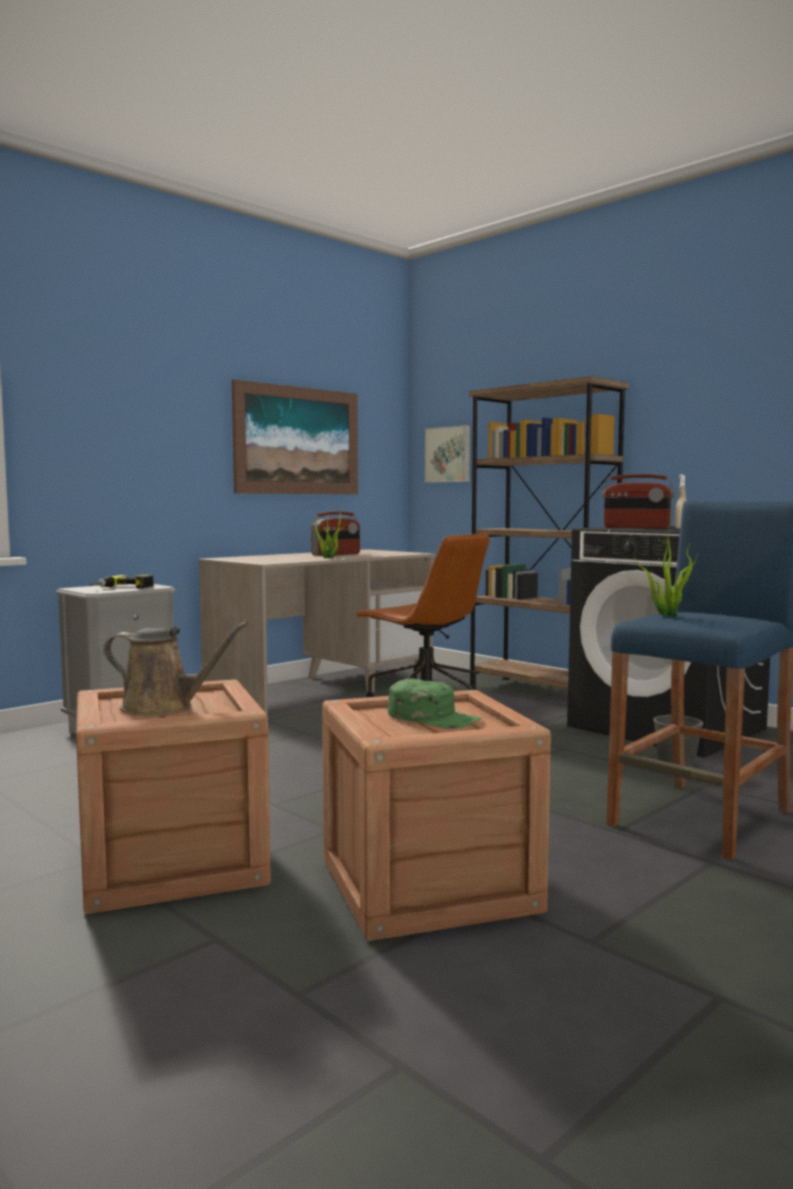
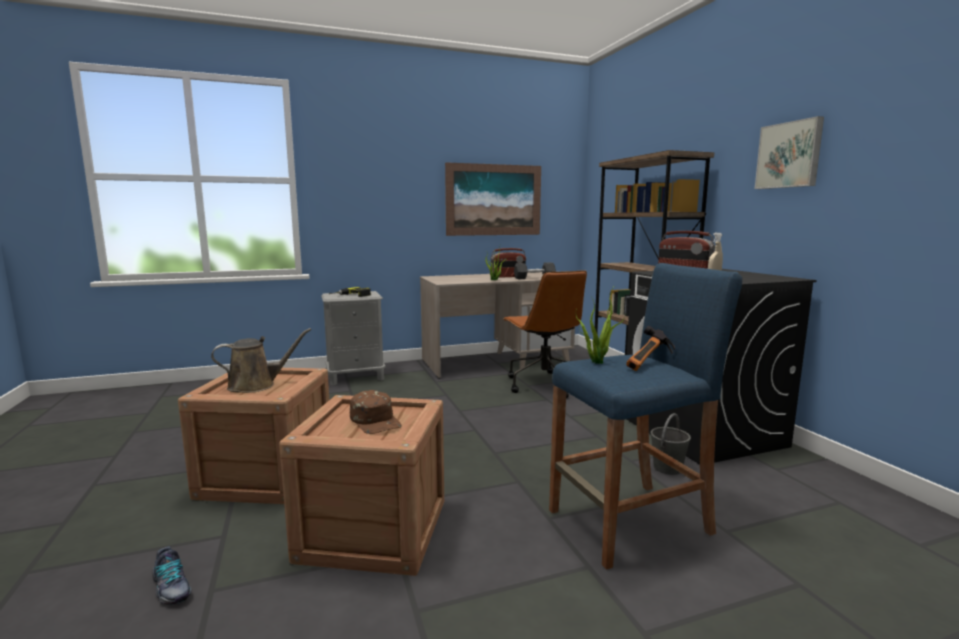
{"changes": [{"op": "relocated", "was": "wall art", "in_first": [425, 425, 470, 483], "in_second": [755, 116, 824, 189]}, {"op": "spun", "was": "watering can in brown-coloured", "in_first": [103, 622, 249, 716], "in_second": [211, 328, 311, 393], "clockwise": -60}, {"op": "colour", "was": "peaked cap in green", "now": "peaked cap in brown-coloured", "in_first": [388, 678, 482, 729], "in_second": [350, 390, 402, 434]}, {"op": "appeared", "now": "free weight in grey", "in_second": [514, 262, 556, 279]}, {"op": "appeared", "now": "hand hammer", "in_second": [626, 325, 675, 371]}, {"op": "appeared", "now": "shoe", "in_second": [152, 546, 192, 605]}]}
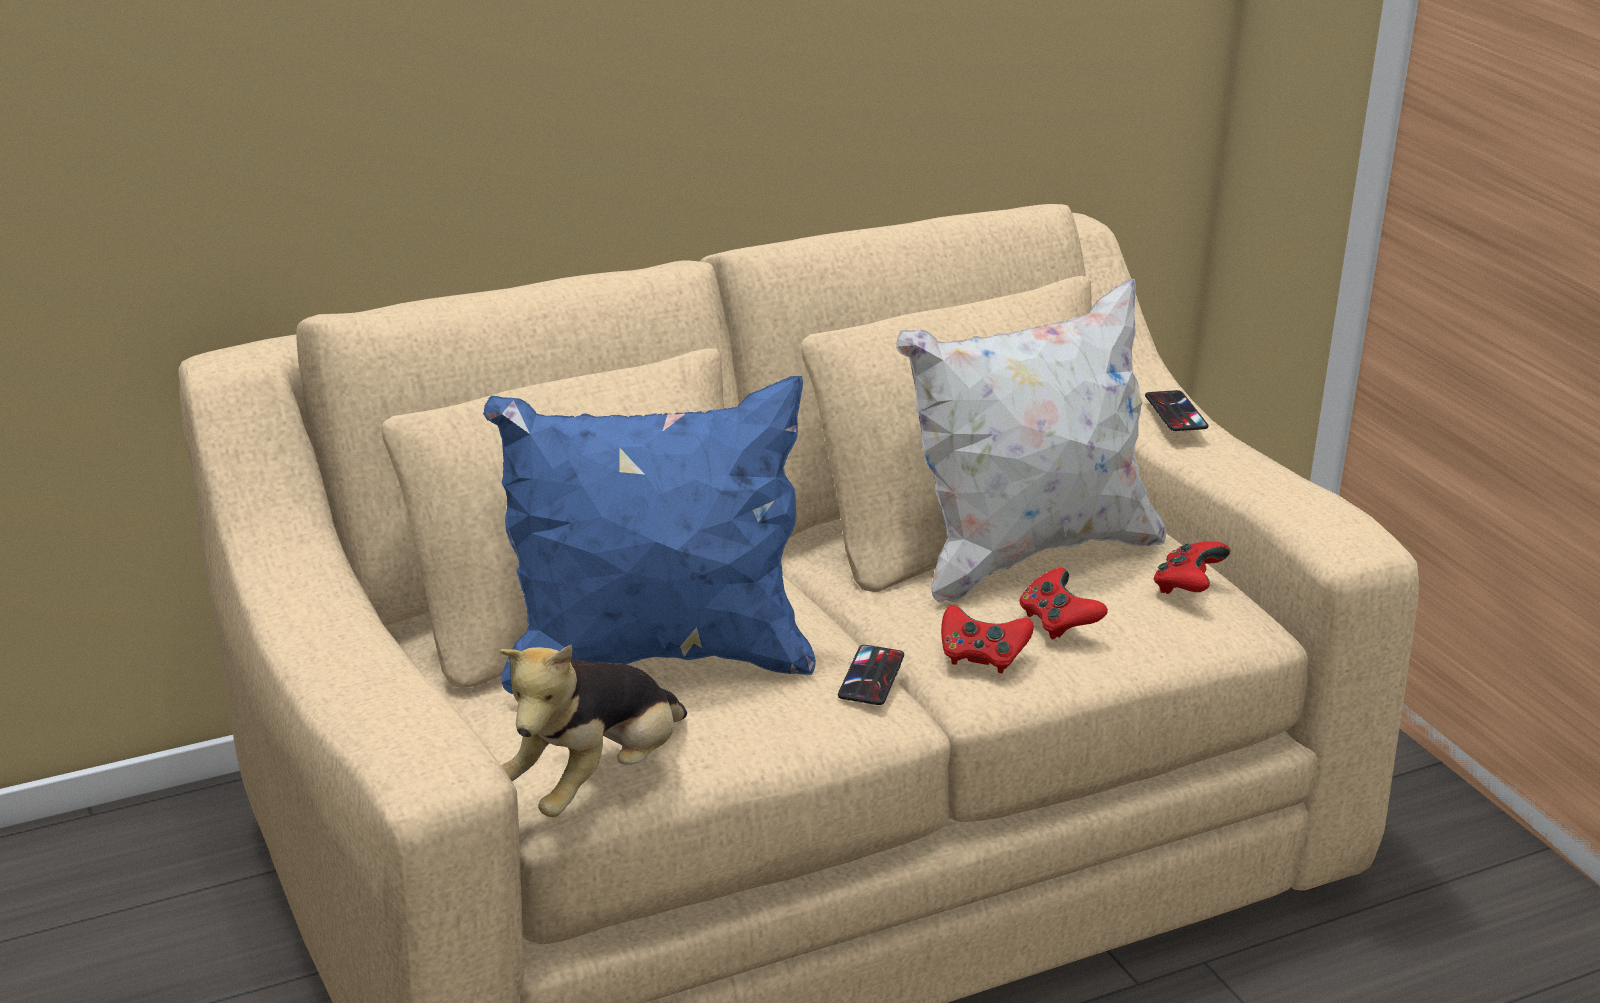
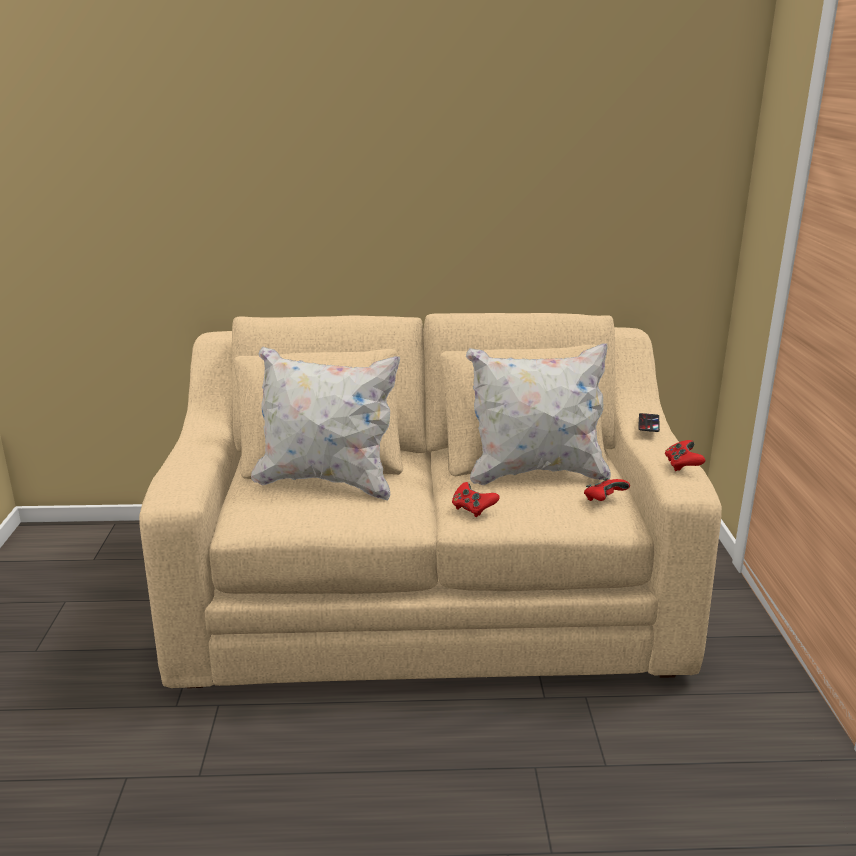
{"changes": [{"op": "colour", "was": "throw pillow in blue-coloured", "now": "throw pillow in white-coloured", "in_first": [483, 376, 816, 694], "in_second": [251, 347, 400, 500]}, {"op": "relocated", "was": "joypad in red-coloured", "in_first": [1019, 568, 1108, 640], "in_second": [665, 440, 706, 471]}, {"op": "missing", "was": "soft toy", "in_first": [500, 645, 687, 817]}, {"op": "missing", "was": "telephone", "in_first": [838, 645, 904, 705]}]}
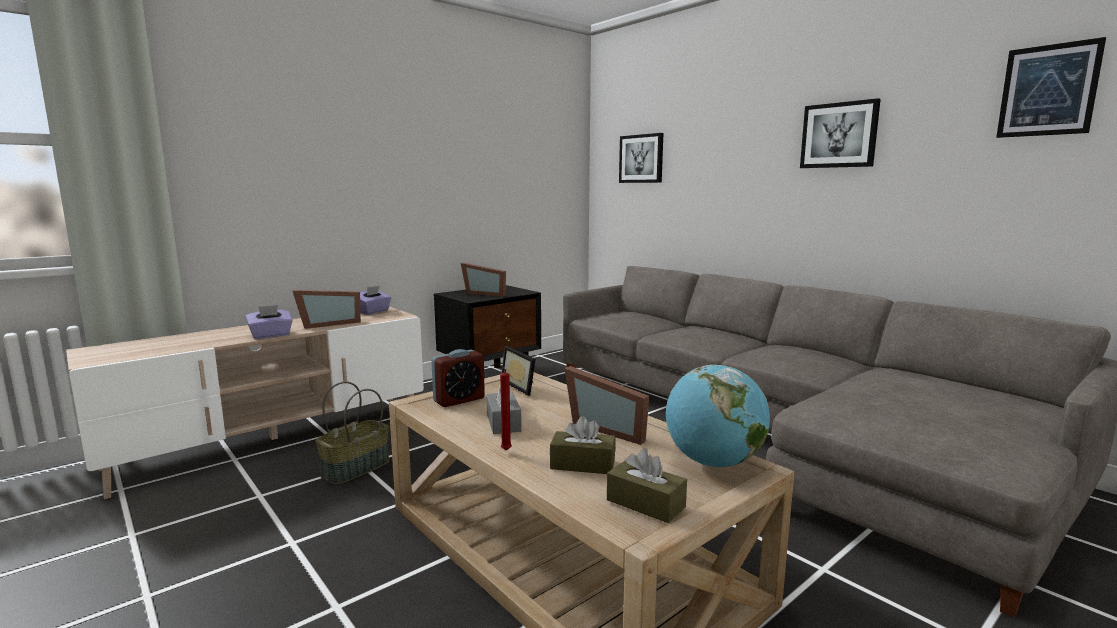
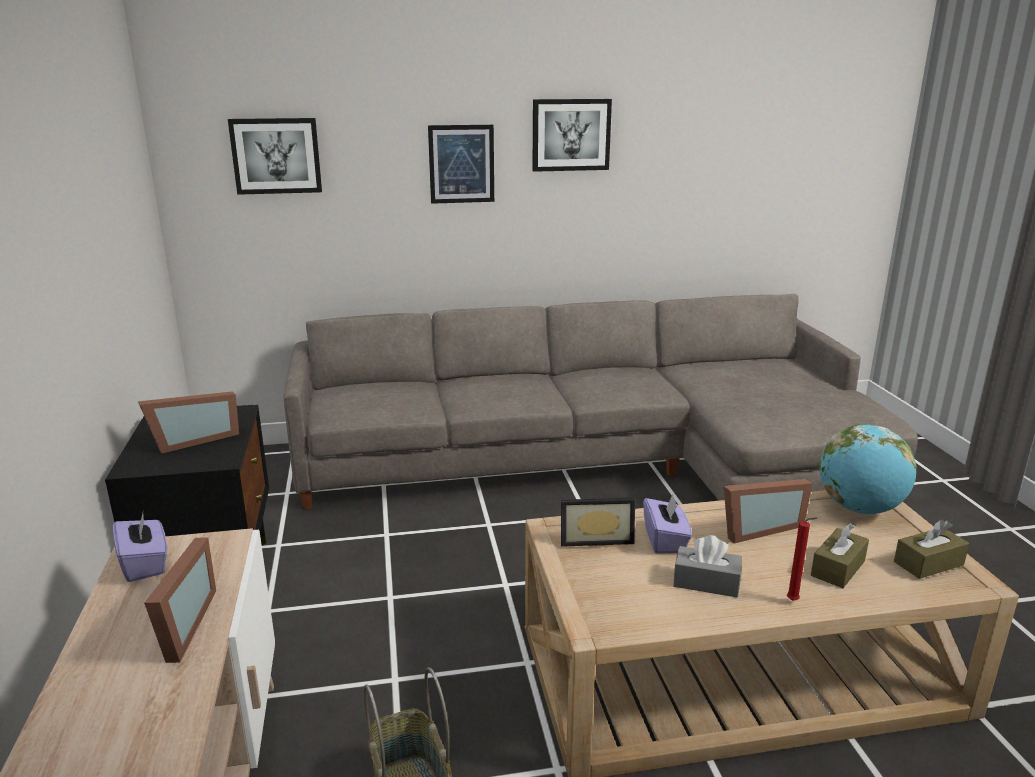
{"changes": [{"op": "relocated", "was": "wall art", "in_first": [996, 37, 1106, 138], "in_second": [428, 125, 494, 204]}, {"op": "relocated", "was": "tissue holder in purplish", "in_first": [245, 305, 293, 339], "in_second": [643, 495, 692, 554]}, {"op": "missing", "was": "table clock", "in_first": [431, 349, 485, 407]}]}
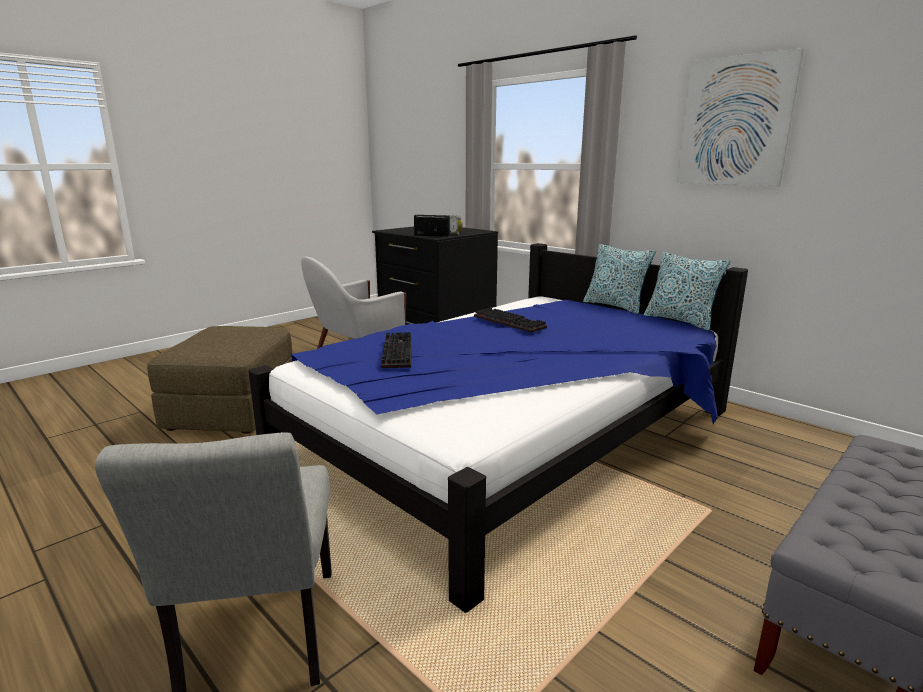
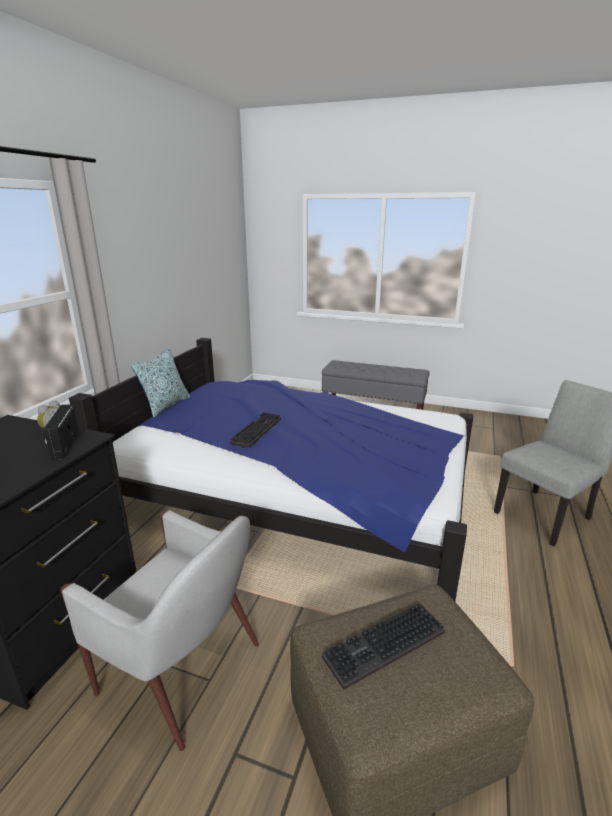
{"changes": [{"op": "missing", "was": "wall art", "in_first": [677, 48, 804, 186]}, {"op": "missing", "was": "throw pillow", "in_first": [644, 252, 731, 331]}, {"op": "relocated", "was": "PC keyboard", "in_first": [381, 332, 412, 368], "in_second": [322, 603, 445, 690]}]}
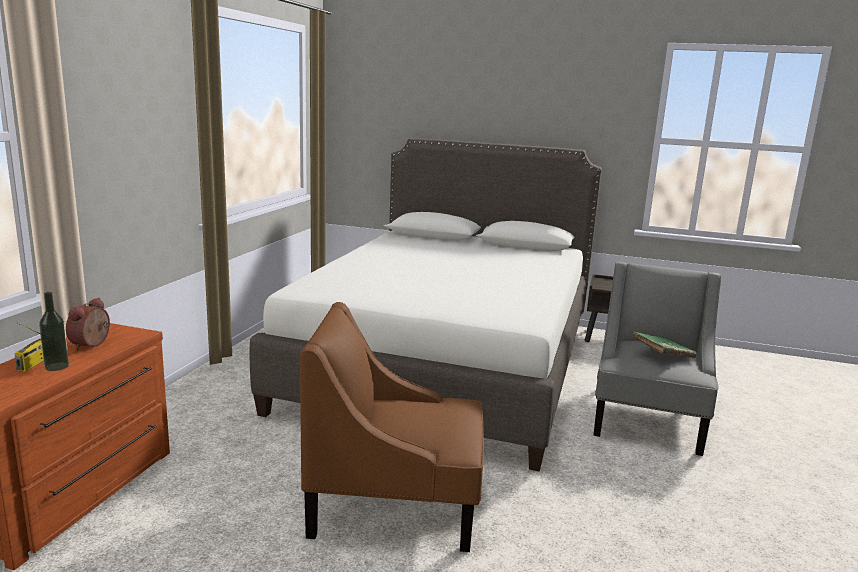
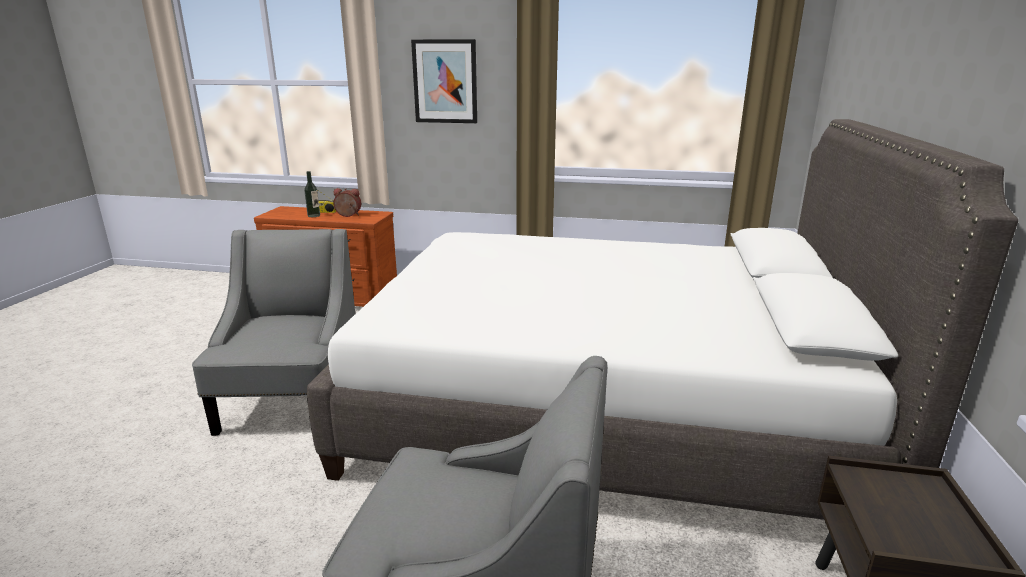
{"changes": [{"op": "colour", "was": "armchair in brown-coloured", "now": "armchair in grey", "in_first": [300, 302, 484, 552], "in_second": [192, 229, 355, 436]}, {"op": "missing", "was": "book in green", "in_first": [633, 332, 696, 358]}, {"op": "appeared", "now": "wall art", "in_second": [411, 39, 477, 123]}]}
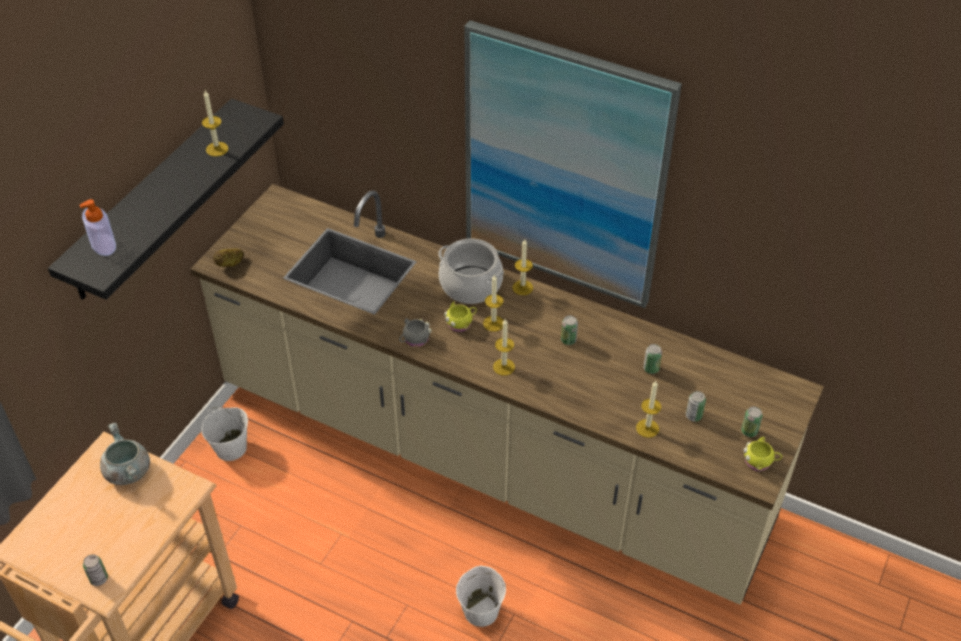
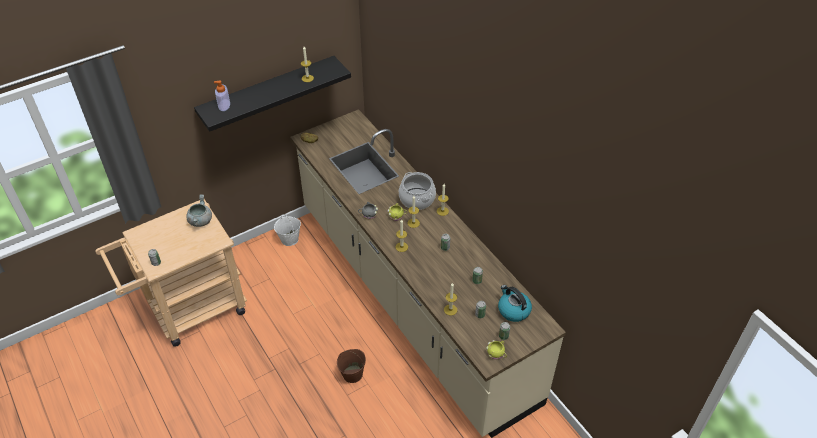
{"changes": [{"op": "missing", "was": "wall art", "in_first": [464, 20, 682, 308]}, {"op": "colour", "was": "bucket in white-coloured", "now": "bucket in brown-coloured", "in_first": [456, 565, 506, 627], "in_second": [337, 349, 366, 383]}, {"op": "appeared", "now": "tea kettle", "in_second": [498, 285, 532, 322]}]}
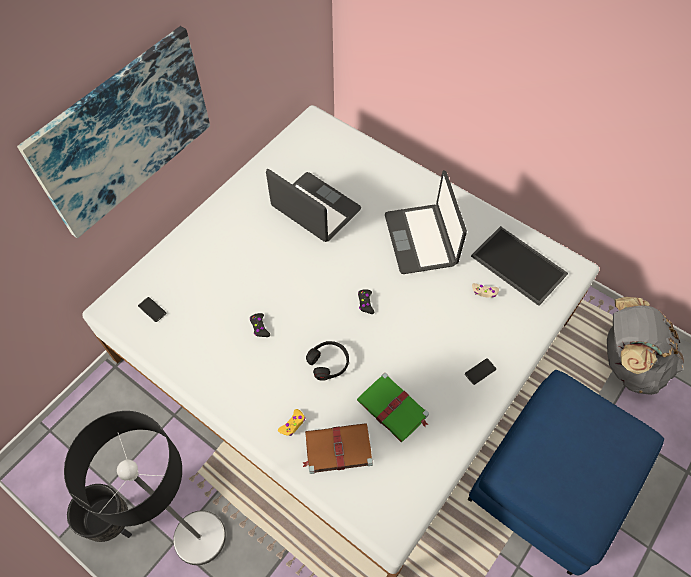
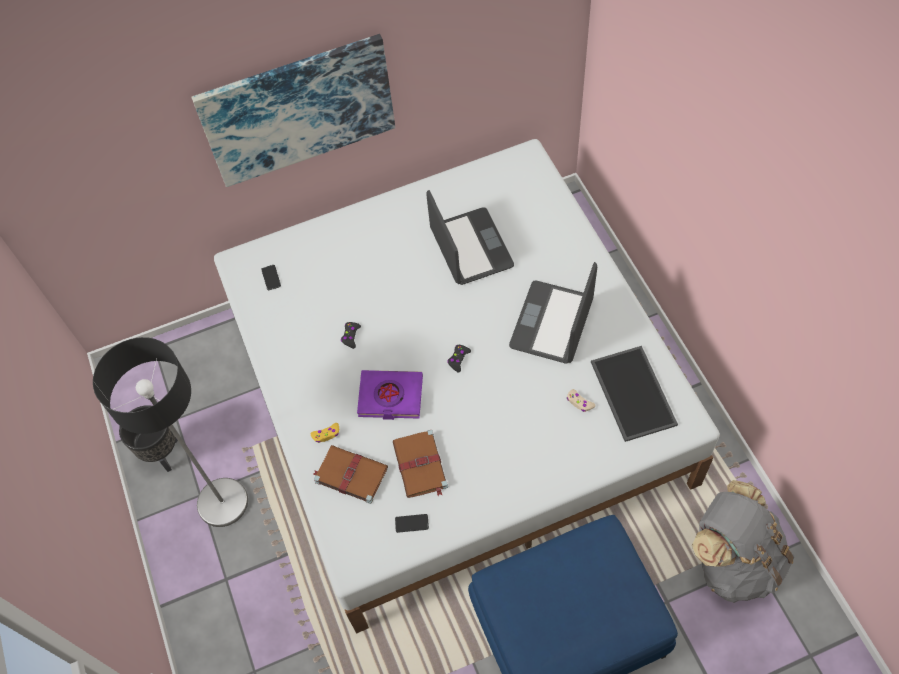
{"changes": [{"op": "exchanged", "was": "pair of headphones in black", "now": "book in purplish", "in_first": [306, 341, 349, 381], "in_second": [357, 370, 423, 420]}, {"op": "relocated", "was": "telephone", "in_first": [465, 358, 496, 385], "in_second": [395, 514, 429, 533]}, {"op": "colour", "was": "book in green", "now": "book in brown-coloured", "in_first": [357, 373, 429, 443], "in_second": [393, 430, 448, 498]}]}
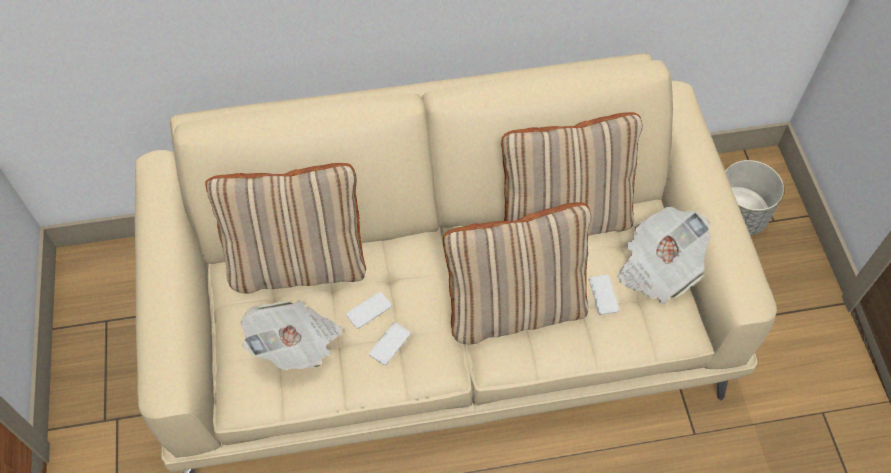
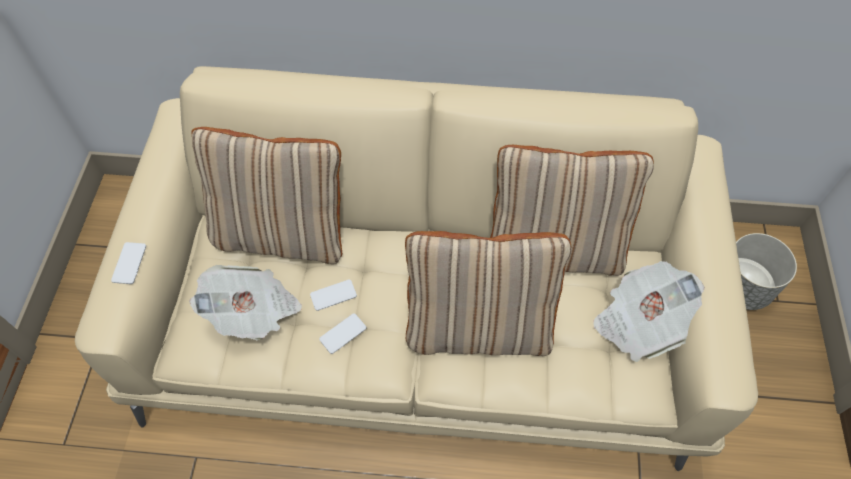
{"changes": [{"op": "relocated", "was": "telephone", "in_first": [589, 275, 619, 315], "in_second": [111, 242, 146, 284]}]}
